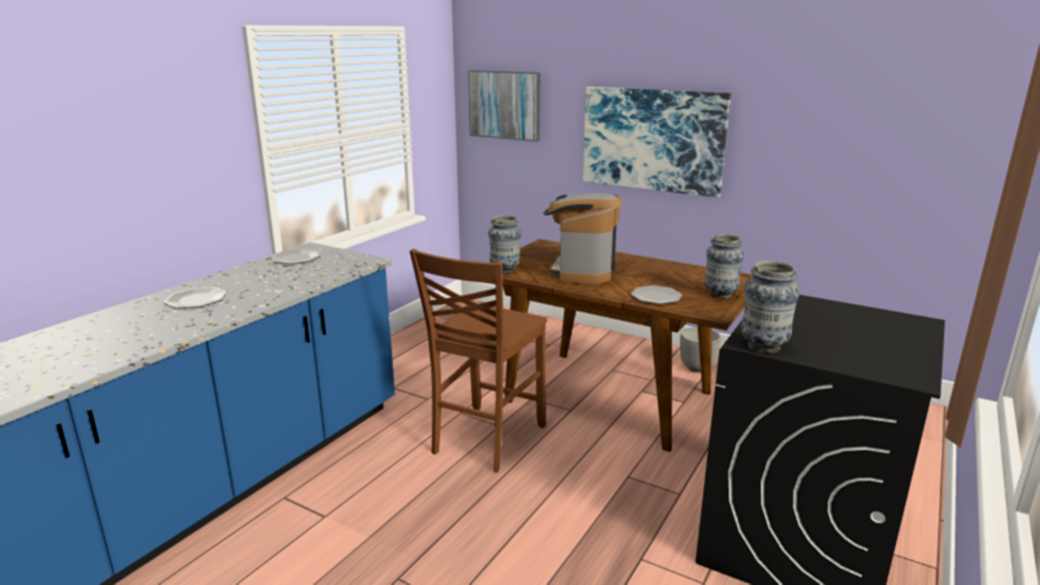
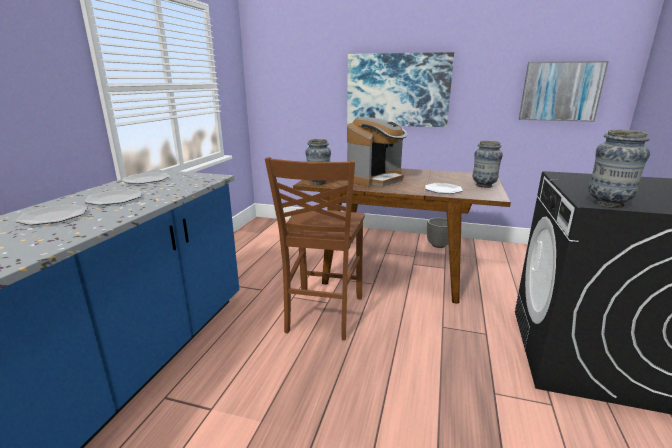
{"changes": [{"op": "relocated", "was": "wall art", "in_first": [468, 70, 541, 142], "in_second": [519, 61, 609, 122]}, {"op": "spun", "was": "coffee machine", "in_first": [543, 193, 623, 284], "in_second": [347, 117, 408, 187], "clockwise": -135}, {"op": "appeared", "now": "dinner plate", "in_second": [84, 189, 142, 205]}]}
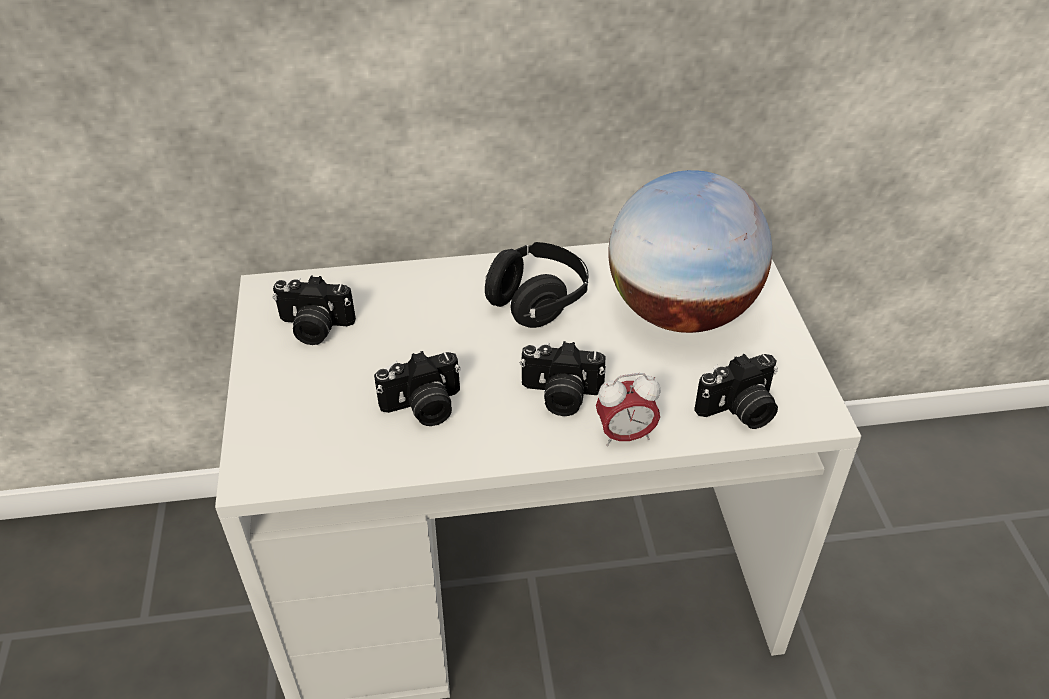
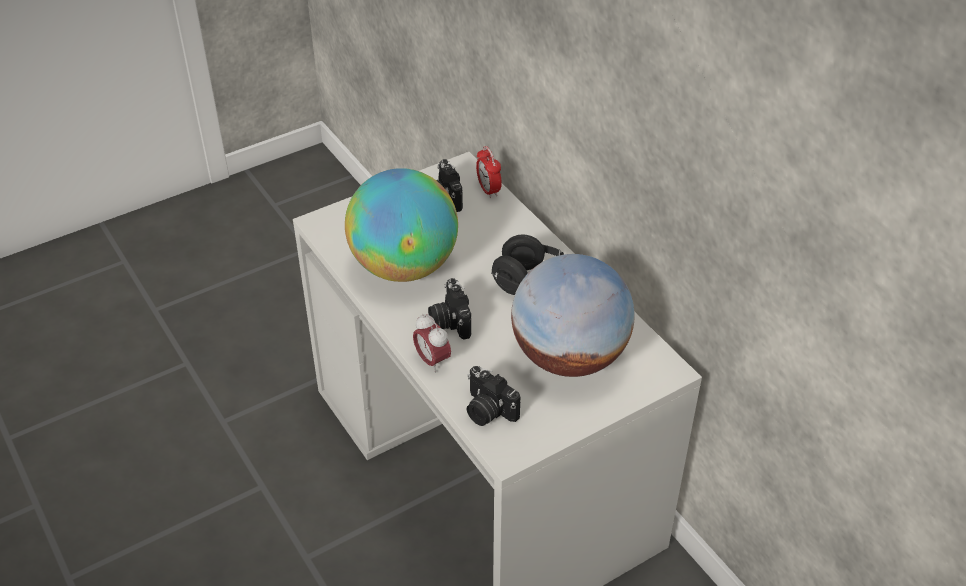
{"changes": [{"op": "exchanged", "was": "photo camera", "now": "globe", "in_first": [374, 351, 461, 426], "in_second": [345, 168, 458, 282]}, {"op": "appeared", "now": "table clock", "in_second": [476, 146, 502, 198]}]}
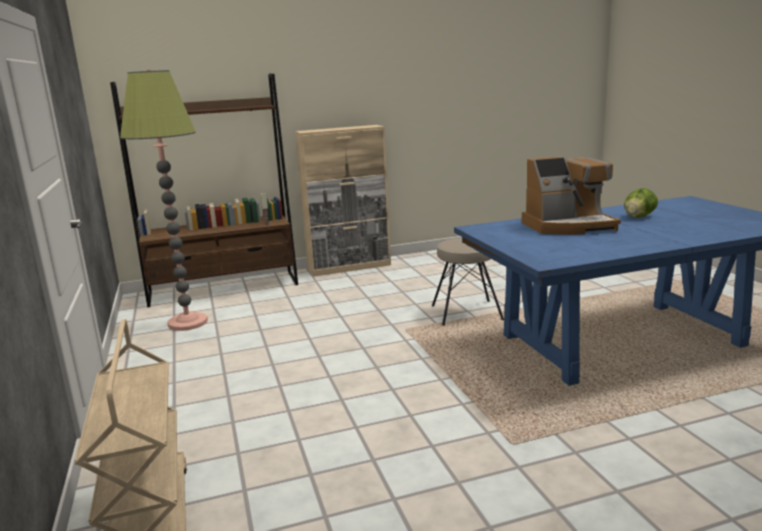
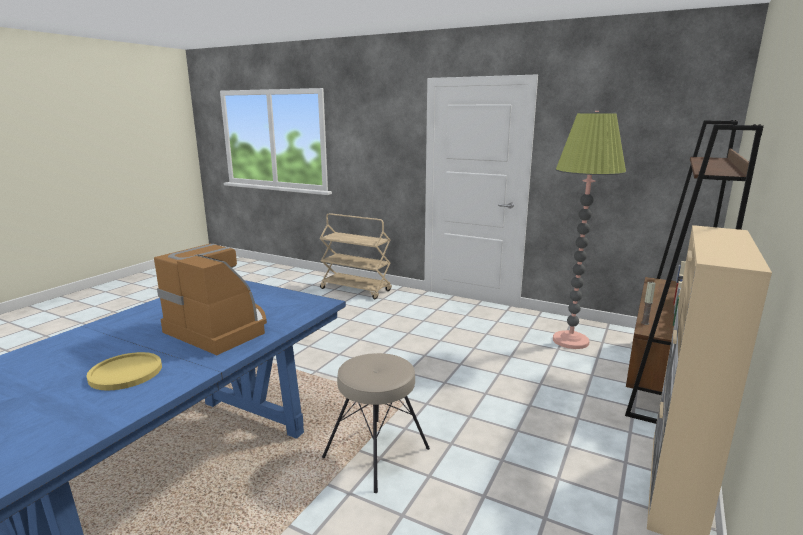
{"changes": [{"op": "spun", "was": "coffee machine", "in_first": [522, 156, 621, 235], "in_second": [154, 244, 267, 355], "clockwise": 90}, {"op": "exchanged", "was": "head of lettuce", "now": "dinner plate in yellow", "in_first": [624, 188, 658, 218], "in_second": [86, 352, 162, 391]}]}
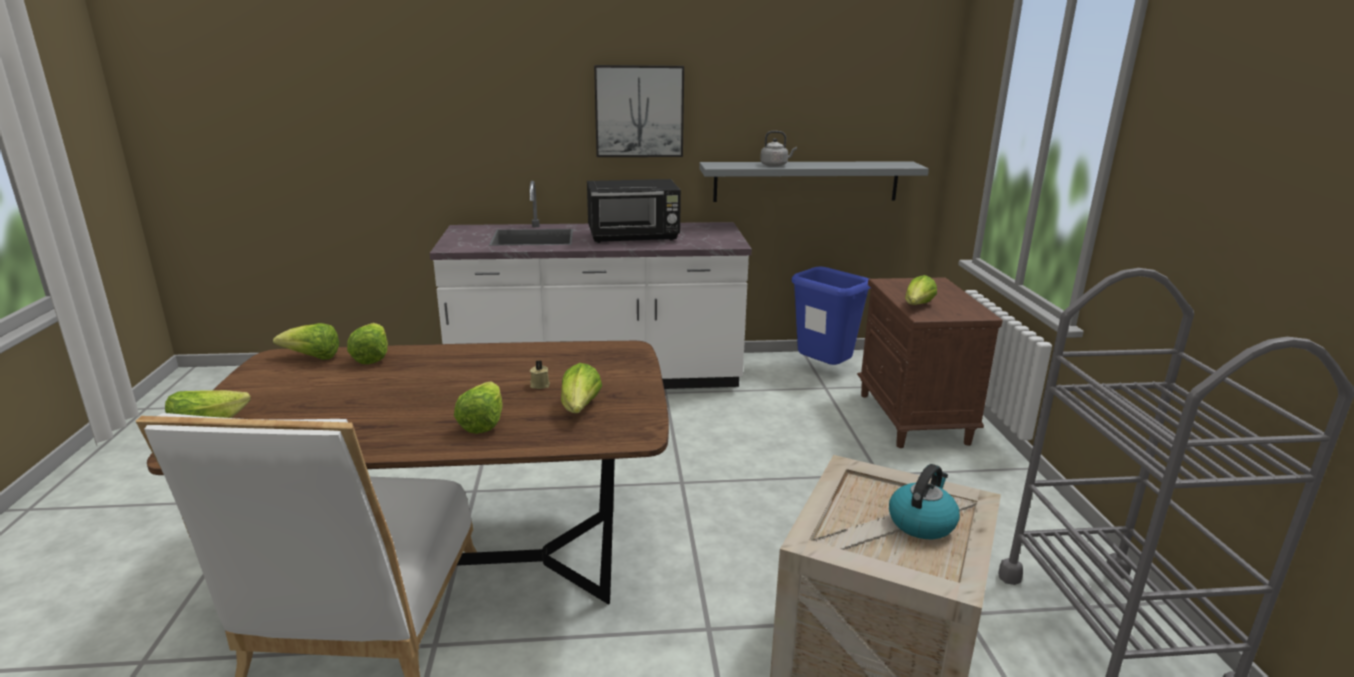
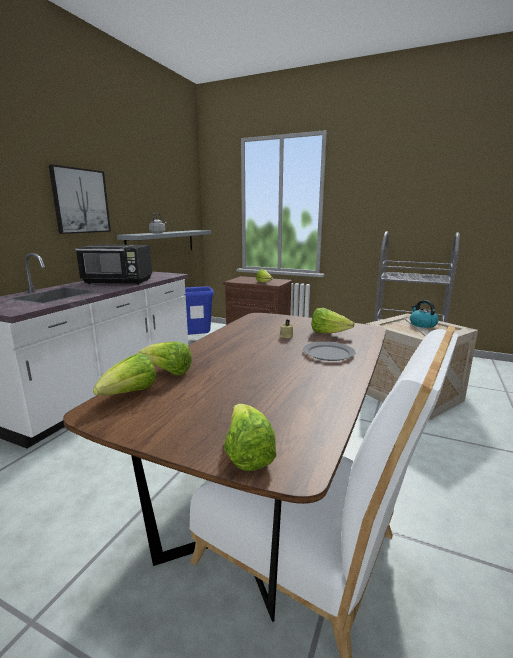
{"changes": [{"op": "spun", "was": "microwave oven in black", "in_first": [587, 179, 681, 243], "in_second": [75, 244, 152, 285], "clockwise": 75}, {"op": "exchanged", "was": "head of lettuce", "now": "dinner plate in grey", "in_first": [454, 382, 503, 434], "in_second": [303, 342, 355, 361]}]}
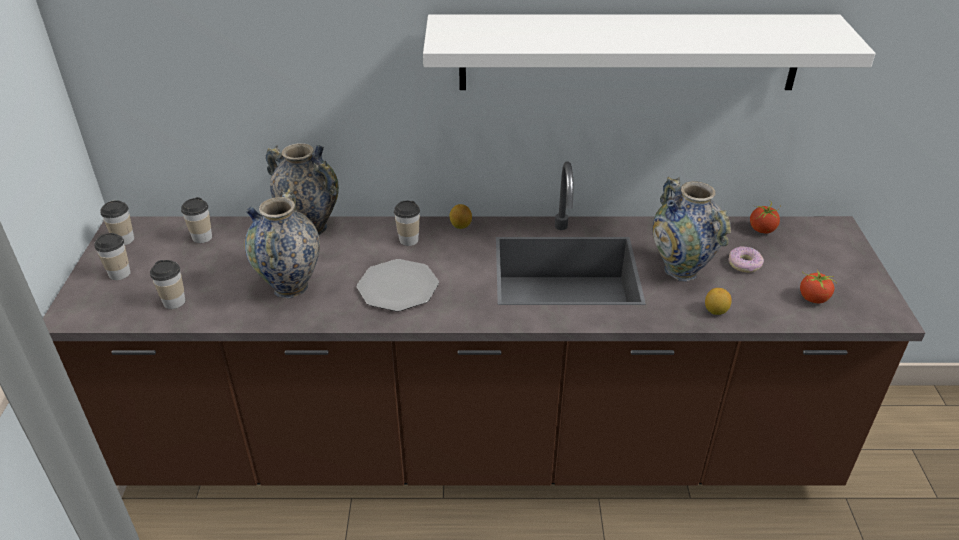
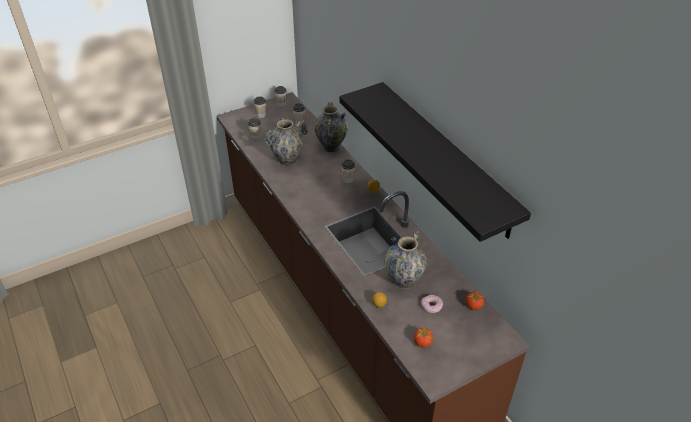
{"changes": [{"op": "colour", "was": "shelf in white-coloured", "now": "shelf in black", "in_first": [423, 14, 876, 90], "in_second": [340, 82, 531, 242]}, {"op": "missing", "was": "dinner plate", "in_first": [357, 259, 439, 312]}]}
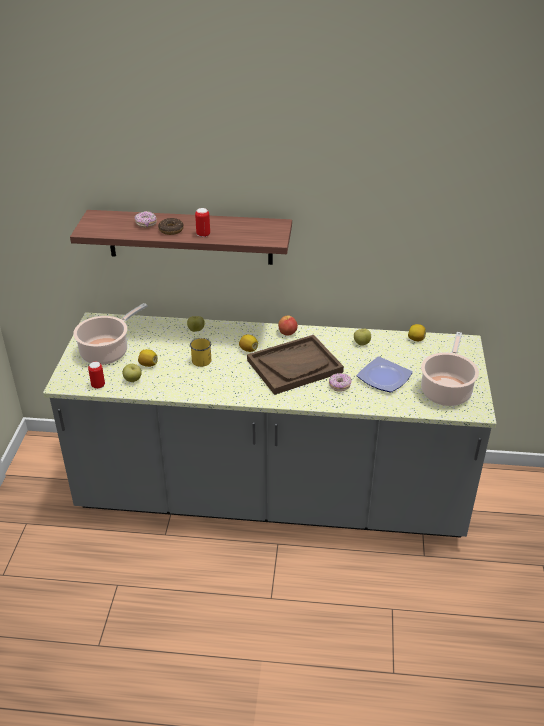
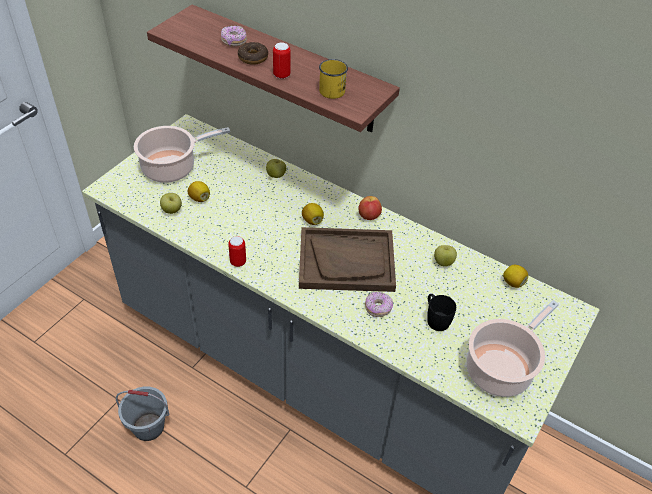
{"changes": [{"op": "relocated", "was": "tea mug in yellow", "in_first": [190, 338, 211, 367], "in_second": [319, 59, 348, 99]}, {"op": "exchanged", "was": "dinner plate", "now": "tea mug in black", "in_first": [356, 356, 413, 392], "in_second": [427, 294, 456, 331]}, {"op": "relocated", "was": "metal can", "in_first": [88, 362, 105, 389], "in_second": [228, 236, 246, 267]}, {"op": "appeared", "now": "bucket in grey", "in_second": [116, 386, 170, 441]}]}
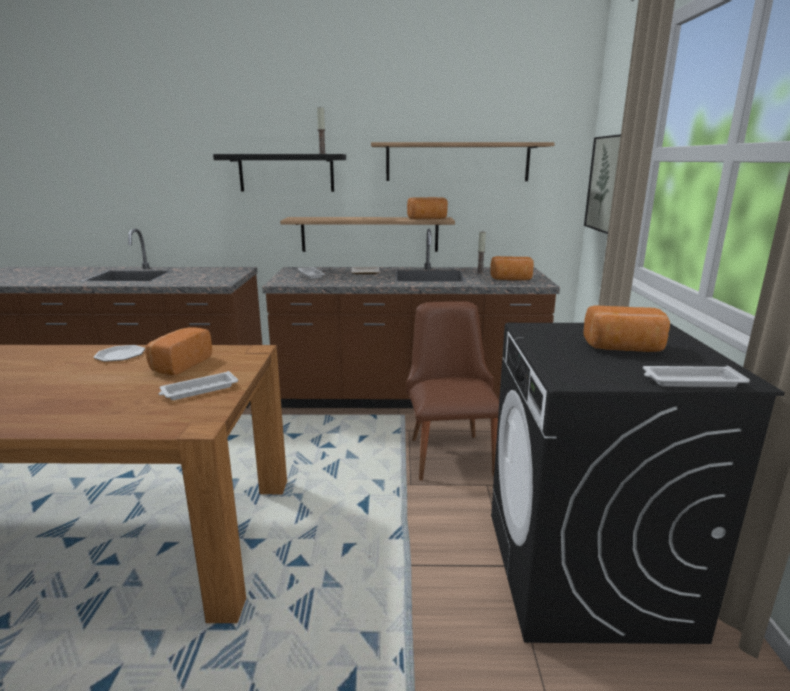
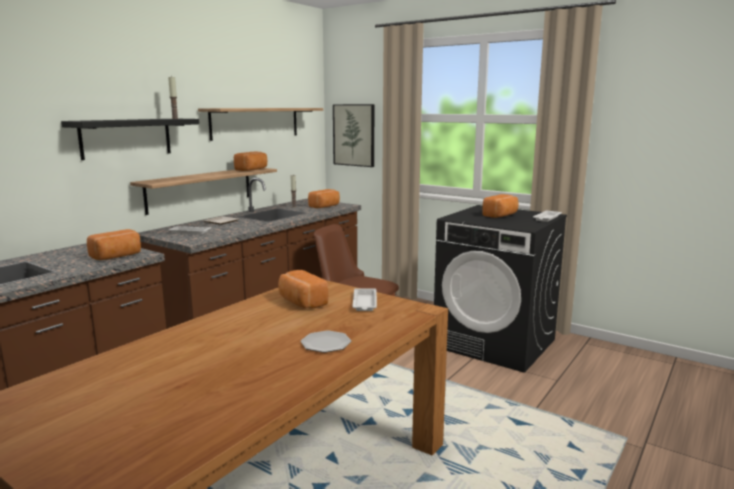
{"changes": [{"op": "relocated", "was": "dinner plate", "in_first": [94, 345, 145, 362], "in_second": [301, 330, 351, 353]}, {"op": "appeared", "now": "bread", "in_second": [87, 229, 141, 260]}]}
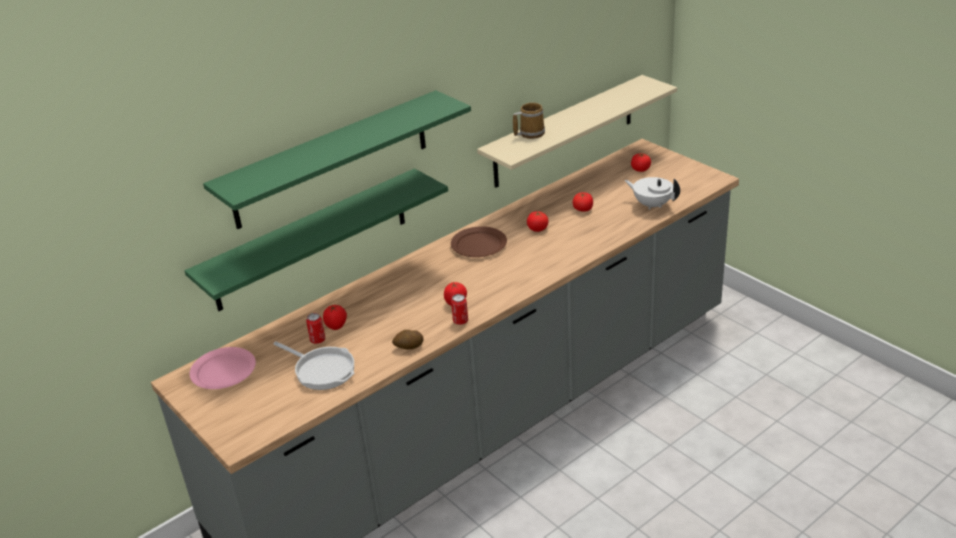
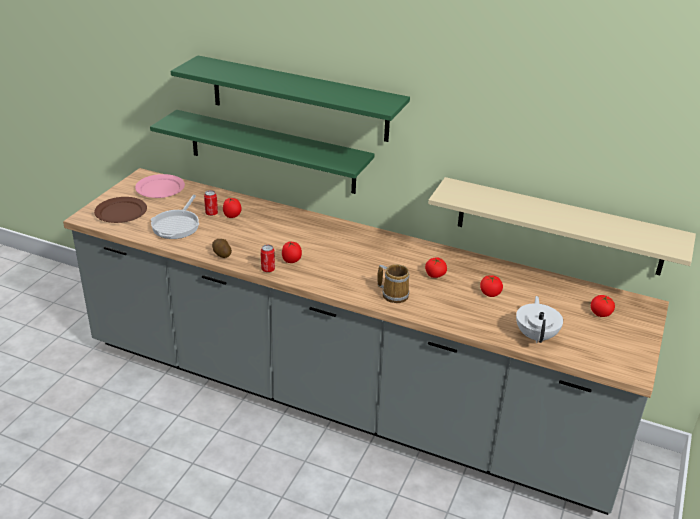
{"changes": [{"op": "relocated", "was": "tea mug", "in_first": [513, 102, 545, 139], "in_second": [377, 264, 409, 303]}, {"op": "relocated", "was": "dinner plate in brown-coloured", "in_first": [451, 226, 507, 257], "in_second": [94, 197, 147, 223]}]}
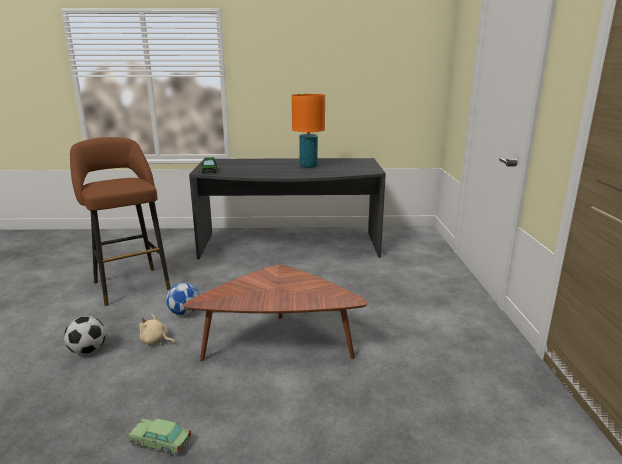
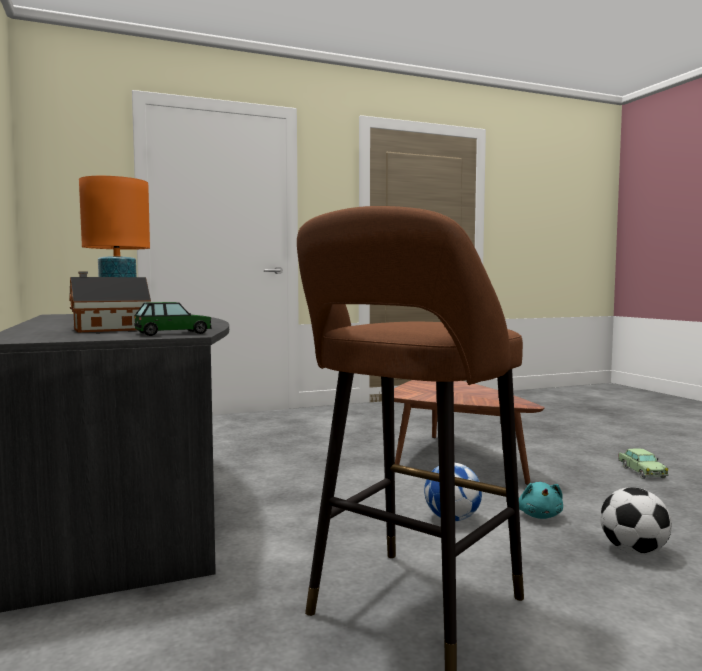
{"changes": [{"op": "colour", "was": "soft toy in beige-coloured", "now": "soft toy in blue-green", "in_first": [139, 314, 175, 345], "in_second": [519, 482, 563, 519]}, {"op": "appeared", "now": "toy house", "in_second": [69, 271, 151, 333]}]}
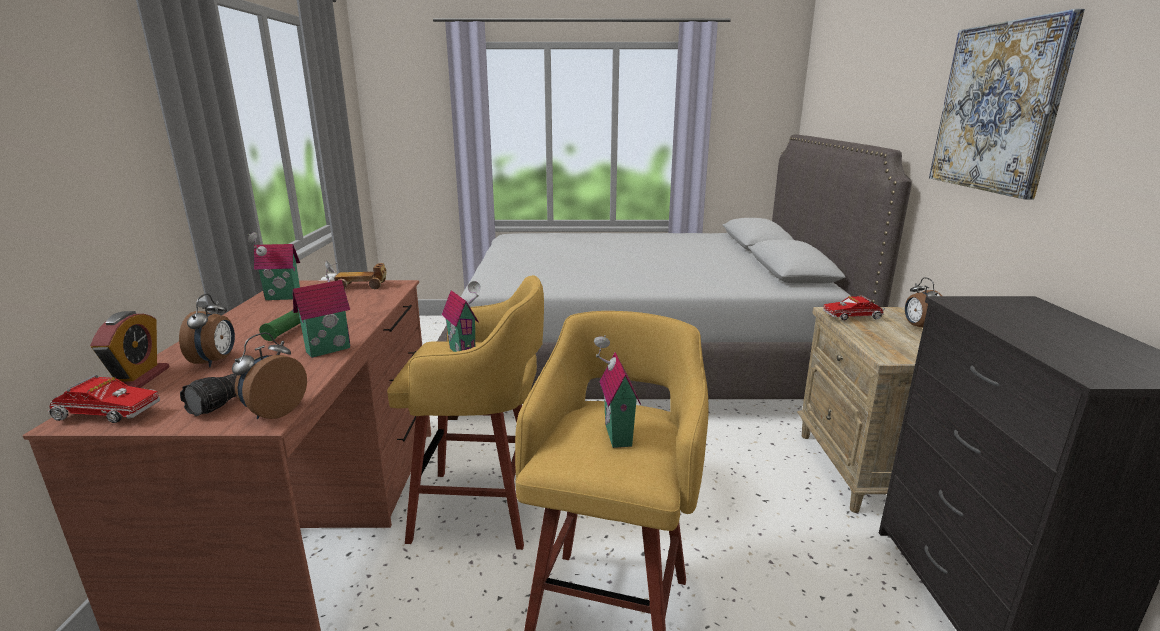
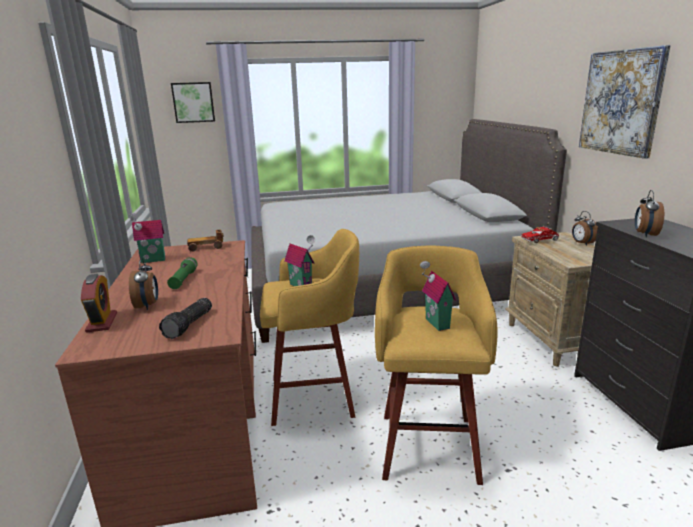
{"changes": [{"op": "missing", "was": "toy house", "in_first": [293, 260, 350, 358]}, {"op": "relocated", "was": "table clock", "in_first": [232, 332, 307, 419], "in_second": [635, 190, 664, 237]}, {"op": "missing", "was": "toy truck", "in_first": [48, 375, 160, 423]}, {"op": "appeared", "now": "wall art", "in_second": [171, 82, 215, 123]}]}
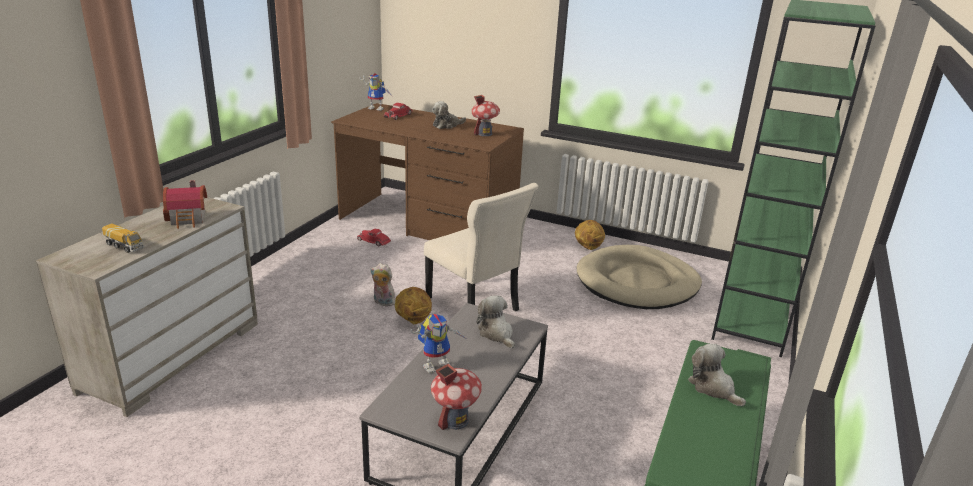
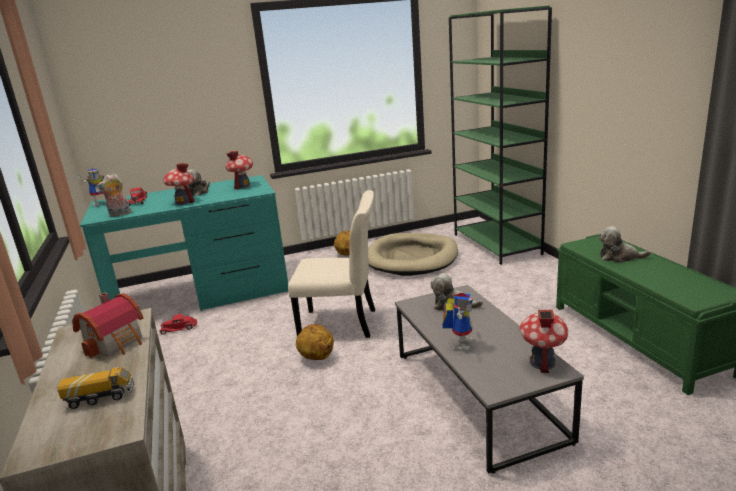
{"changes": [{"op": "colour", "was": "desk unit in brown-coloured", "now": "desk unit in blue-green", "in_first": [331, 103, 524, 240], "in_second": [80, 175, 288, 311]}, {"op": "relocated", "was": "soft toy", "in_first": [370, 263, 395, 306], "in_second": [97, 174, 132, 216]}, {"op": "appeared", "now": "toy house", "in_second": [163, 163, 195, 205]}]}
